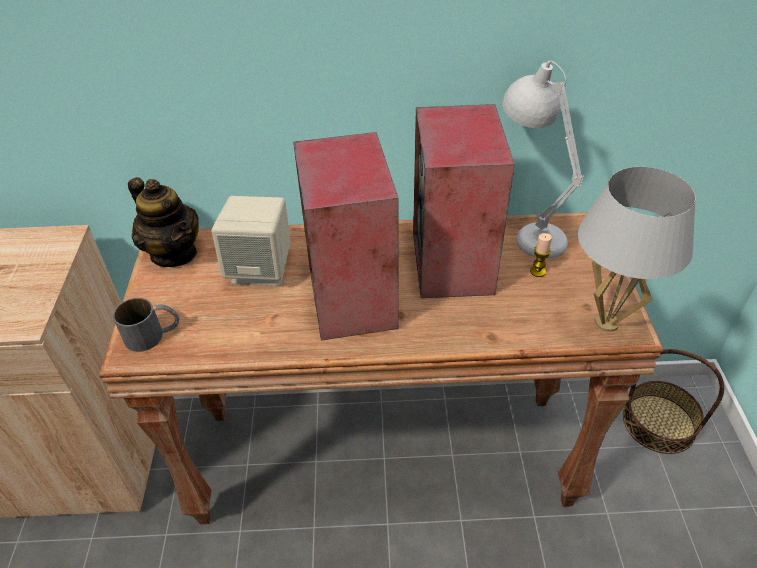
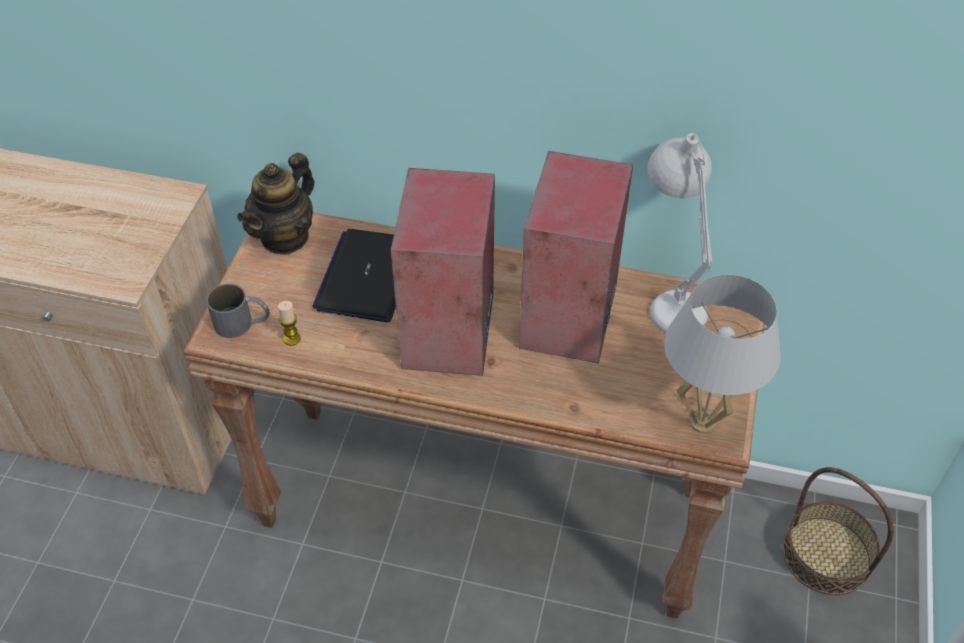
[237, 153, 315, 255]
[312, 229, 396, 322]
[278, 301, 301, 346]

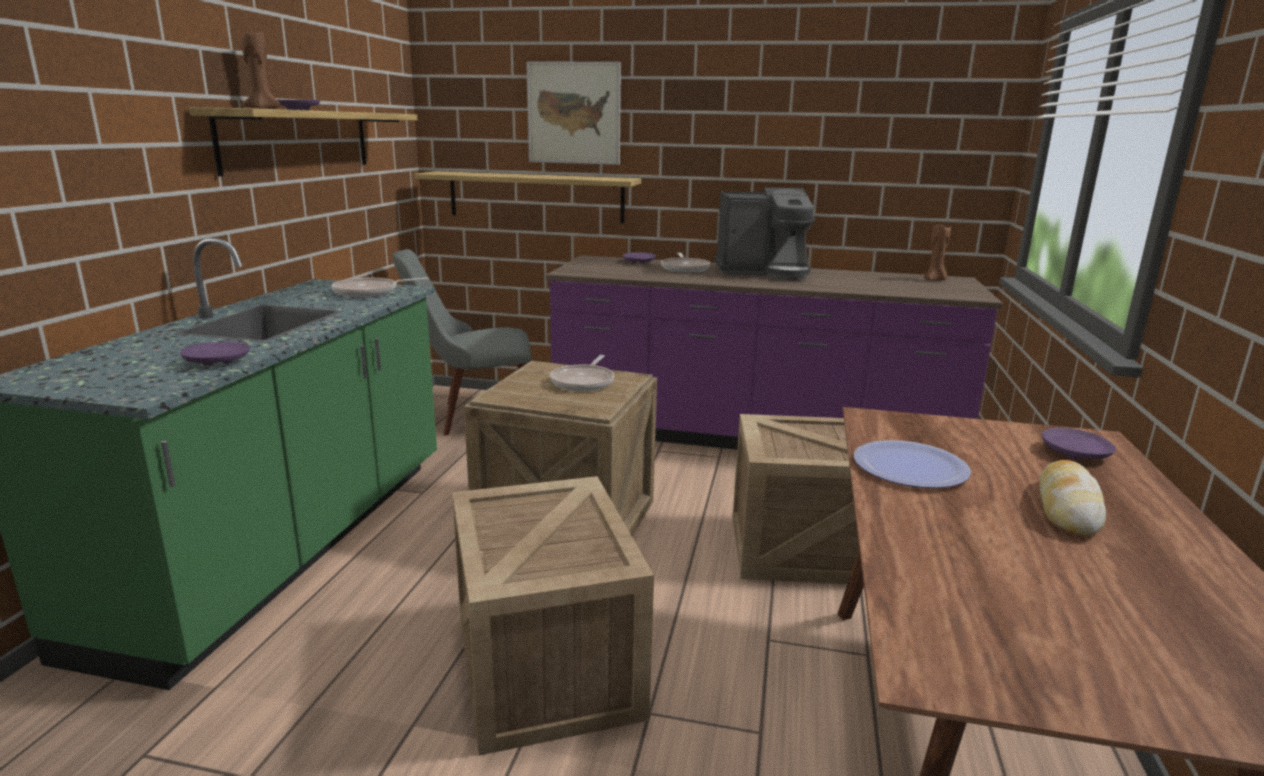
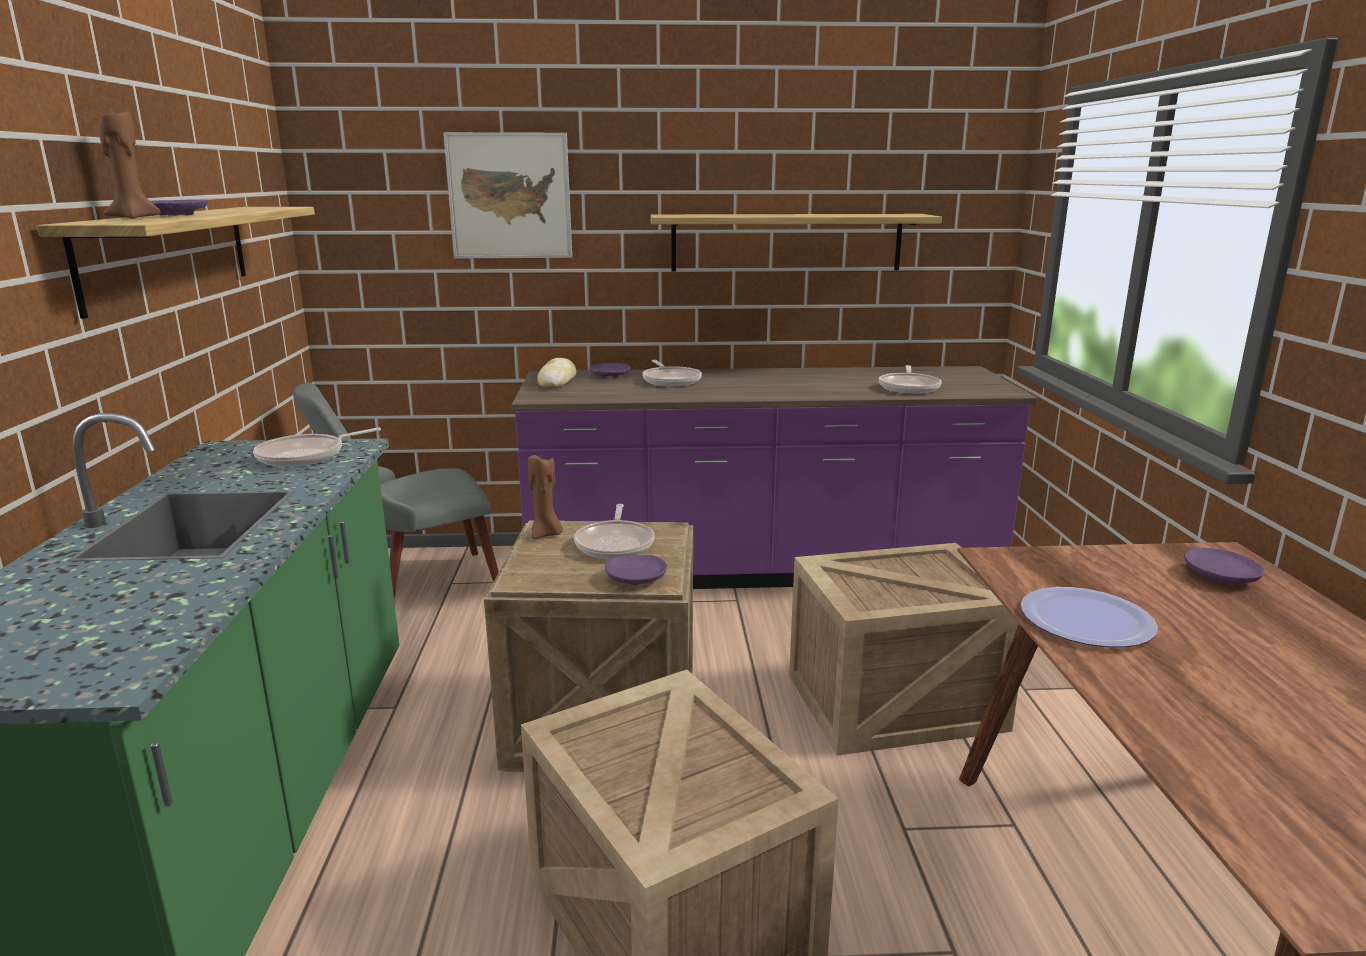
[605, 554, 667, 585]
[650, 214, 942, 271]
[714, 188, 815, 280] (first image)
[528, 454, 563, 539]
[537, 358, 577, 388]
[879, 365, 942, 394]

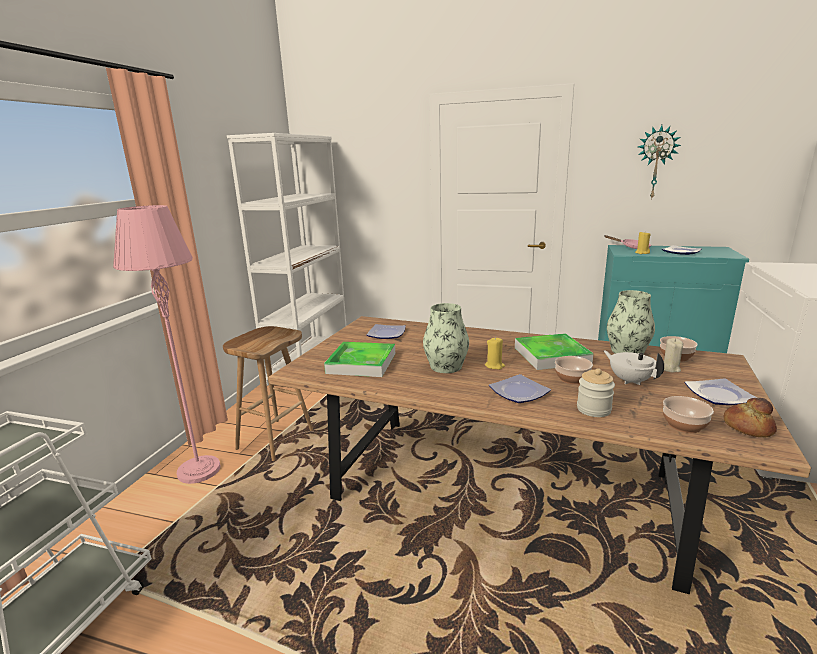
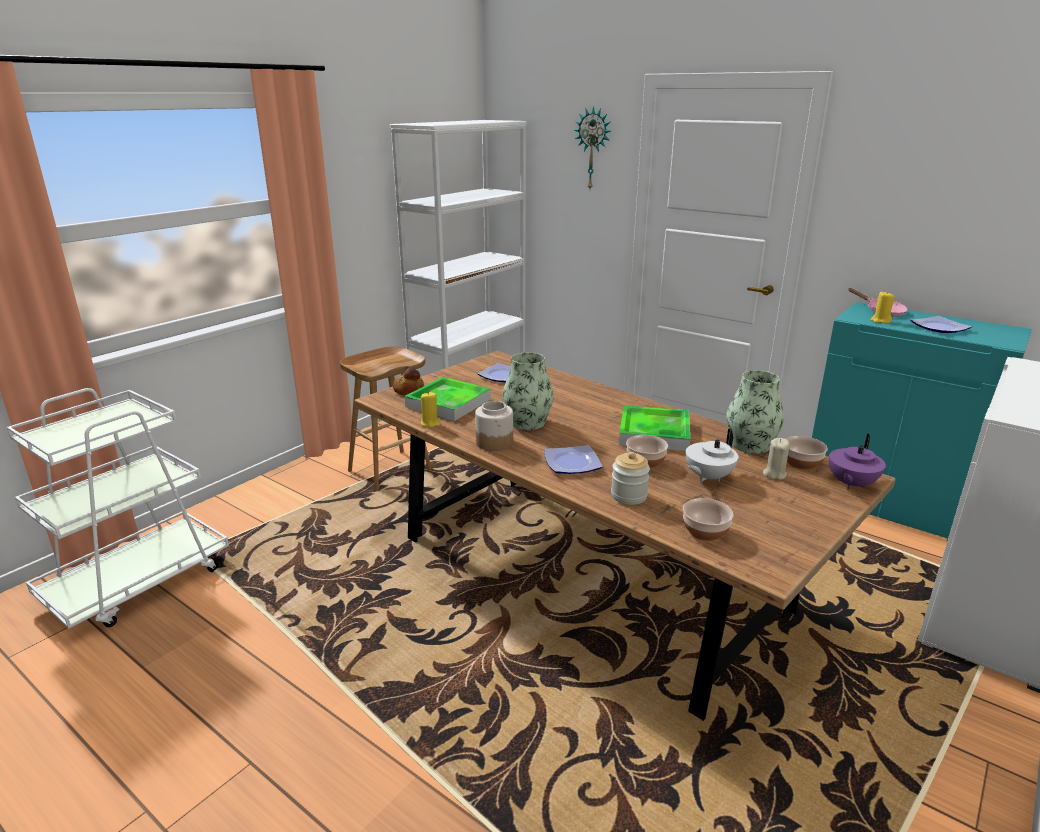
[113, 205, 220, 484] (first image)
[421, 392, 440, 428]
[686, 429, 738, 482]
[575, 106, 611, 189]
[684, 378, 757, 405] (first image)
[393, 368, 424, 396]
[475, 401, 513, 451]
[829, 434, 886, 490]

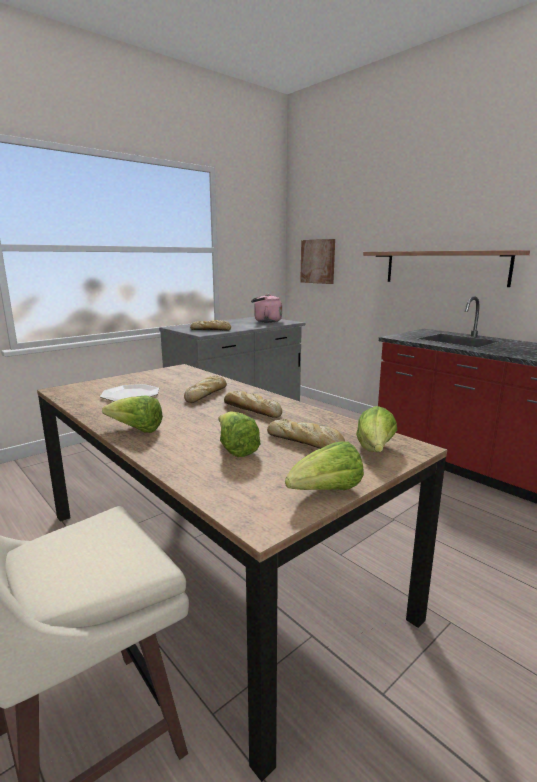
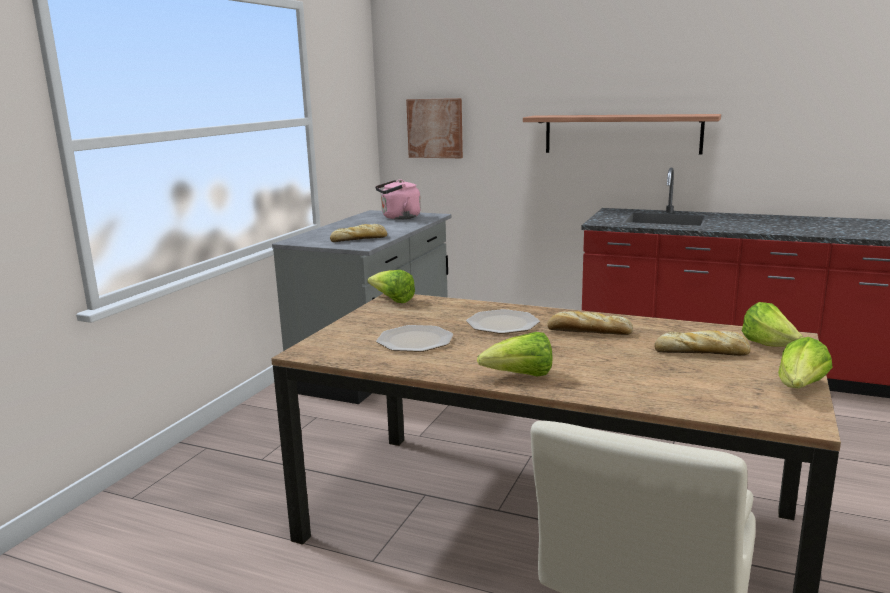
[466, 309, 540, 334]
[367, 270, 415, 303]

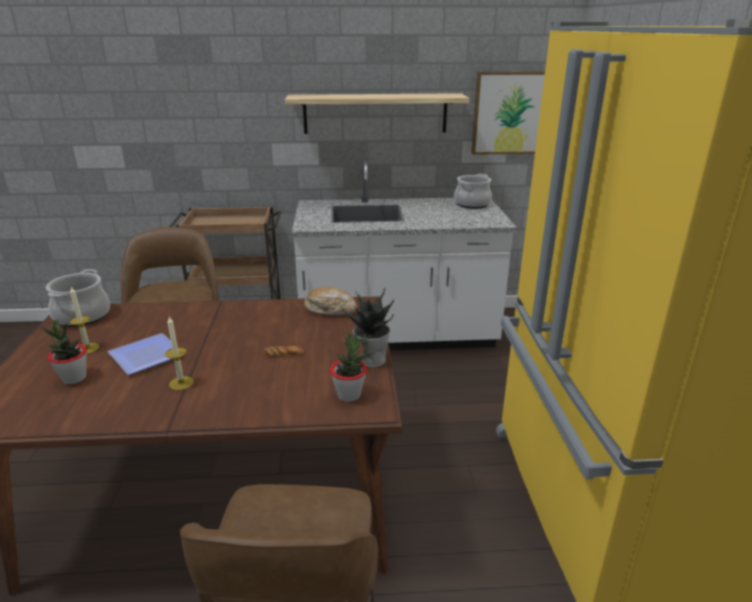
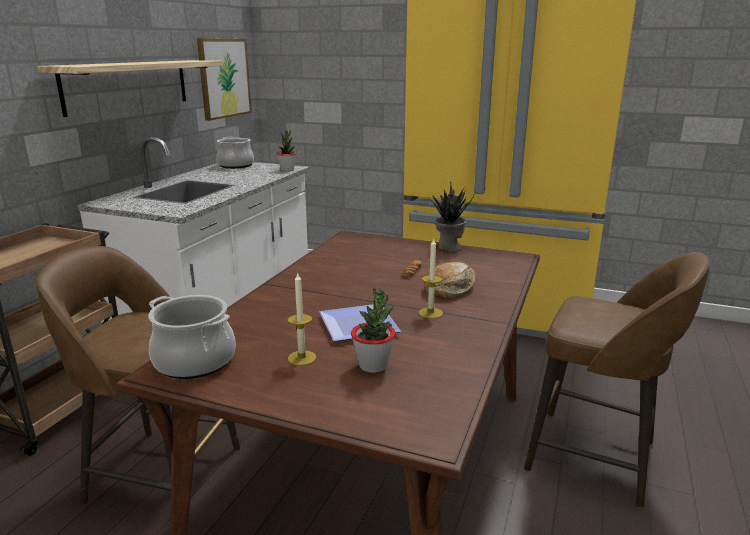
[424, 262, 476, 299]
[276, 130, 297, 171]

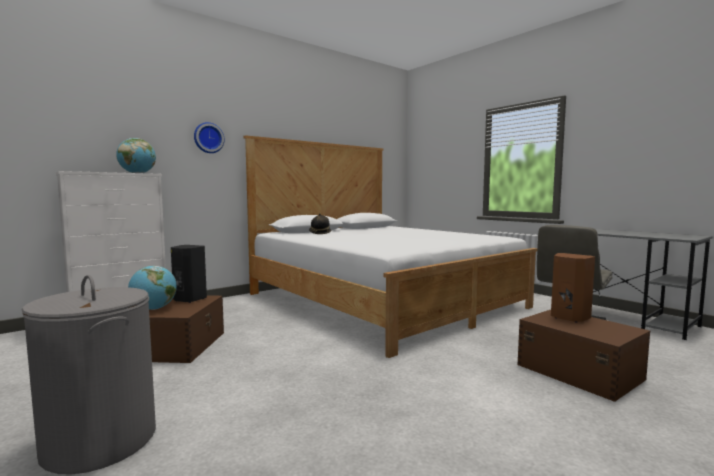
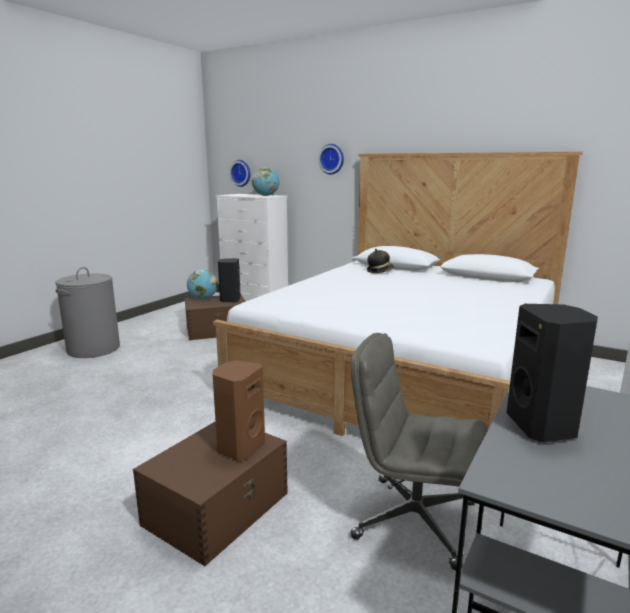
[229, 160, 250, 187]
[506, 304, 598, 443]

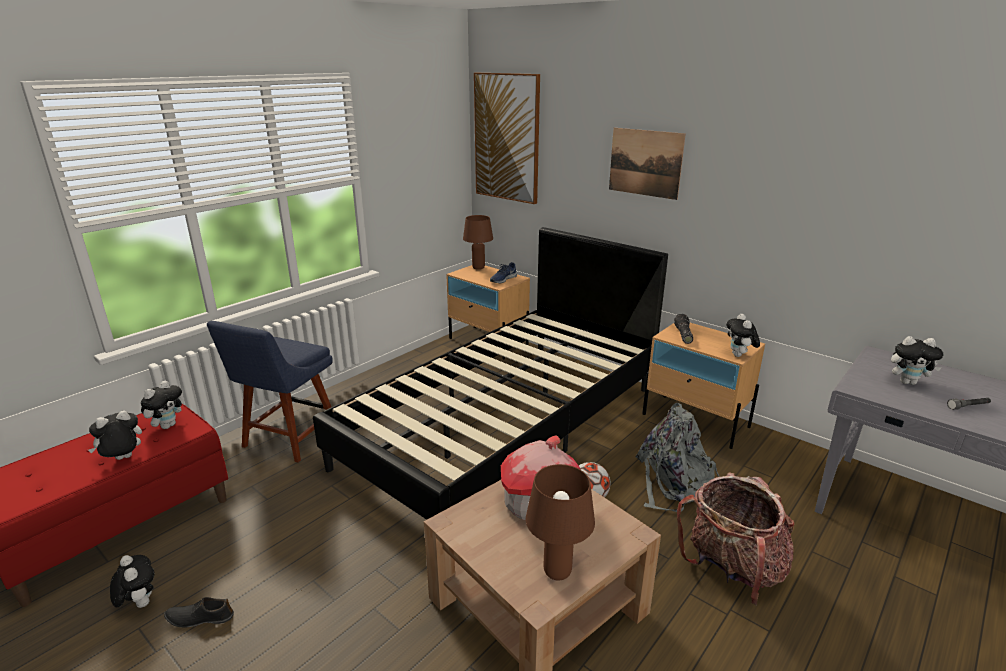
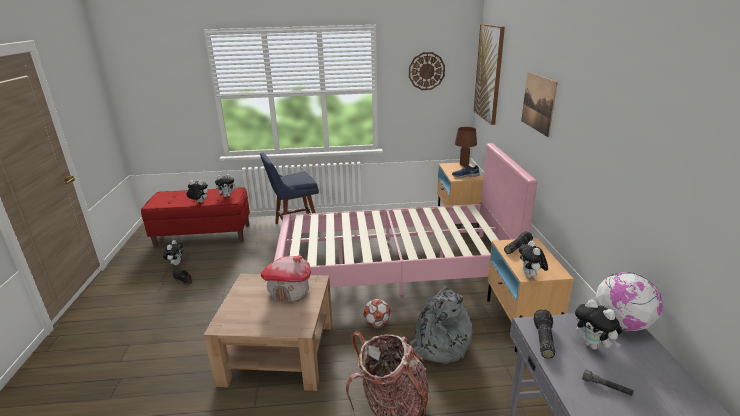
[274, 143, 537, 295]
[526, 464, 595, 580] (first image)
[519, 241, 548, 278]
[409, 52, 445, 90]
[533, 309, 555, 359]
[596, 272, 663, 331]

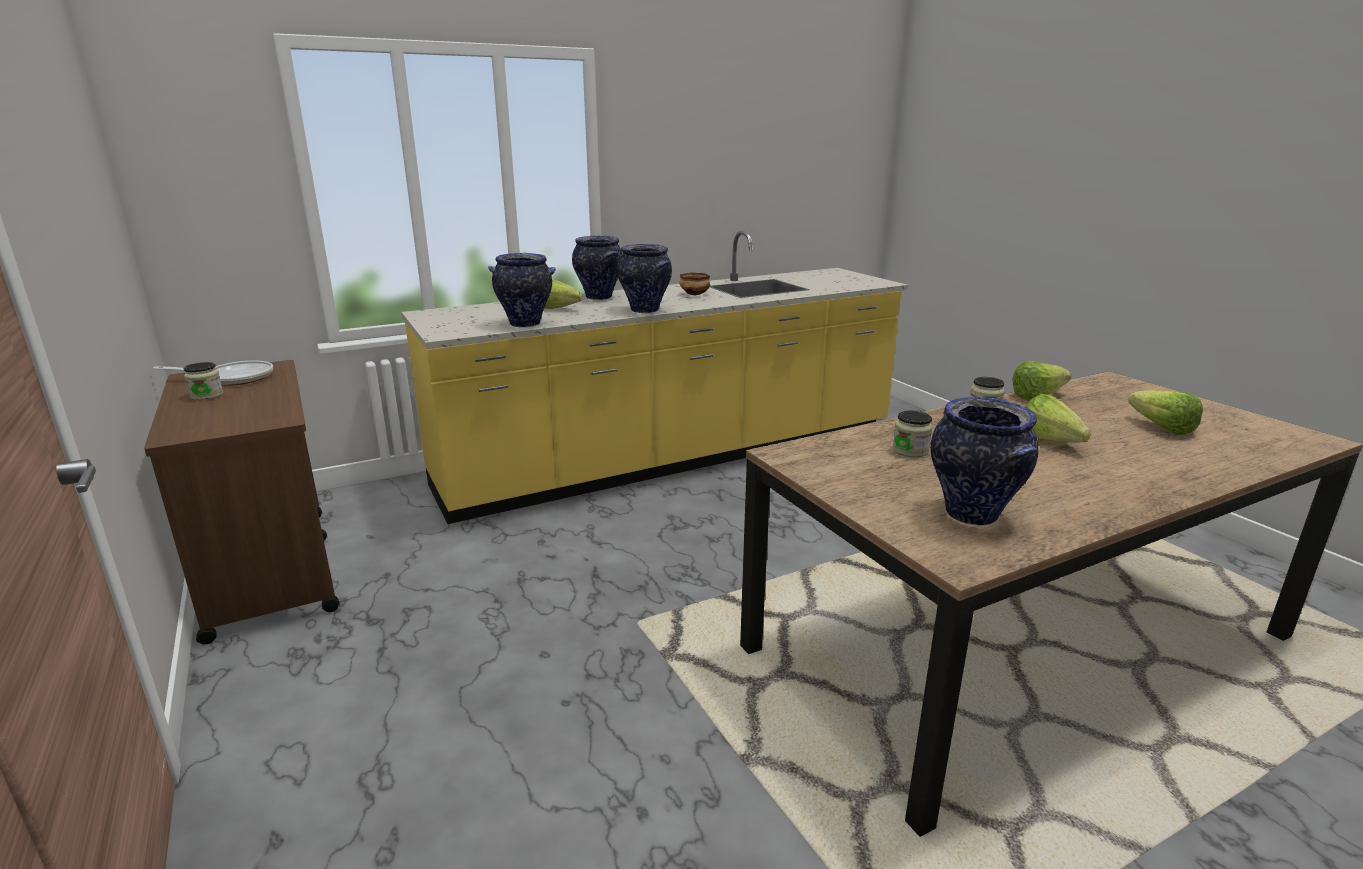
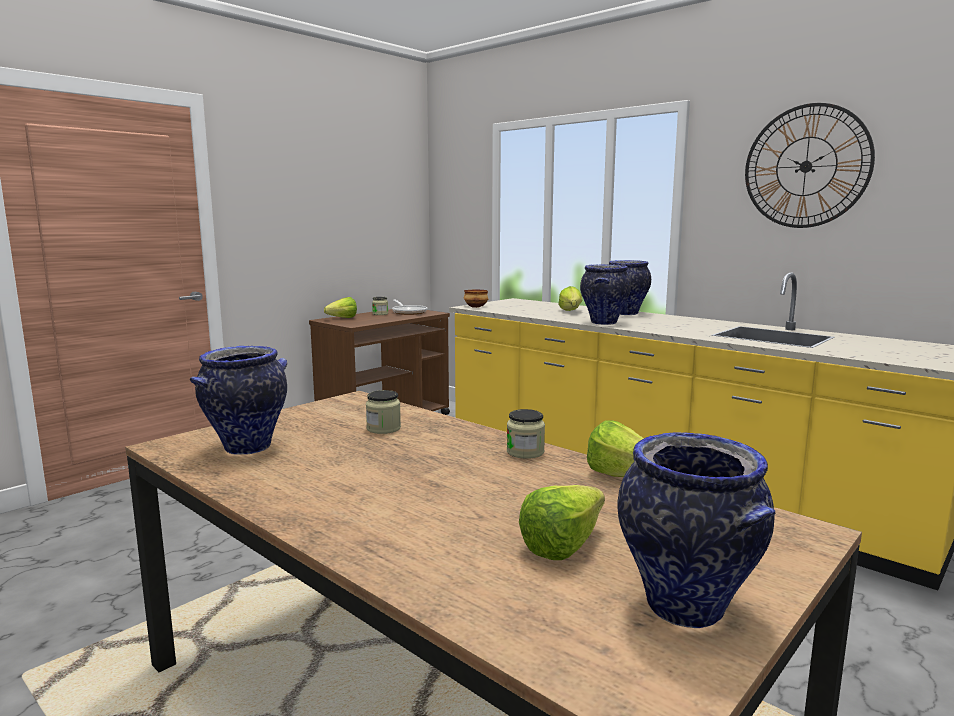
[618, 432, 776, 628]
[464, 289, 488, 308]
[324, 297, 357, 318]
[745, 103, 875, 228]

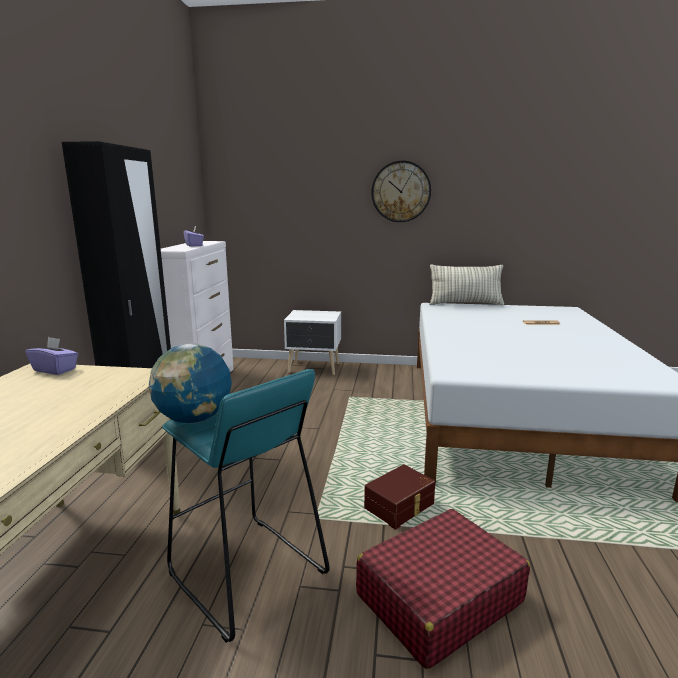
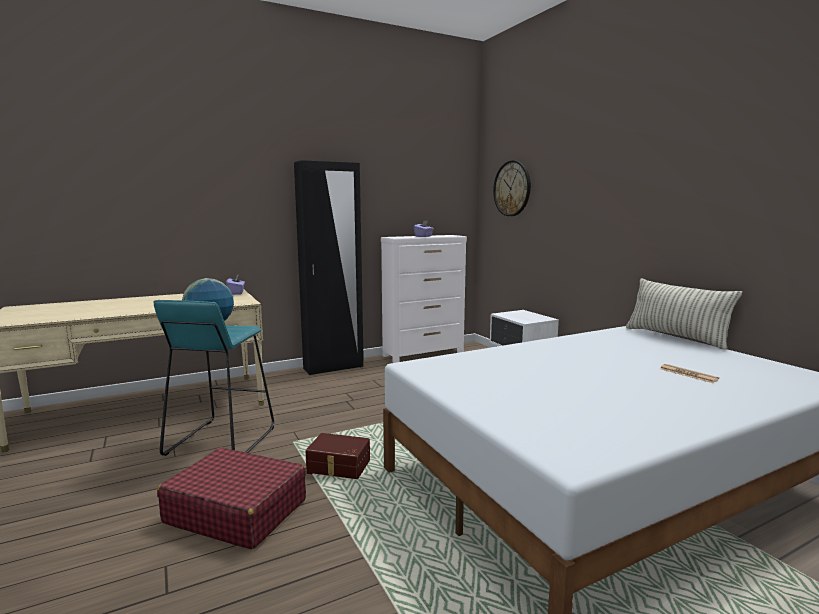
[493, 161, 531, 216]

